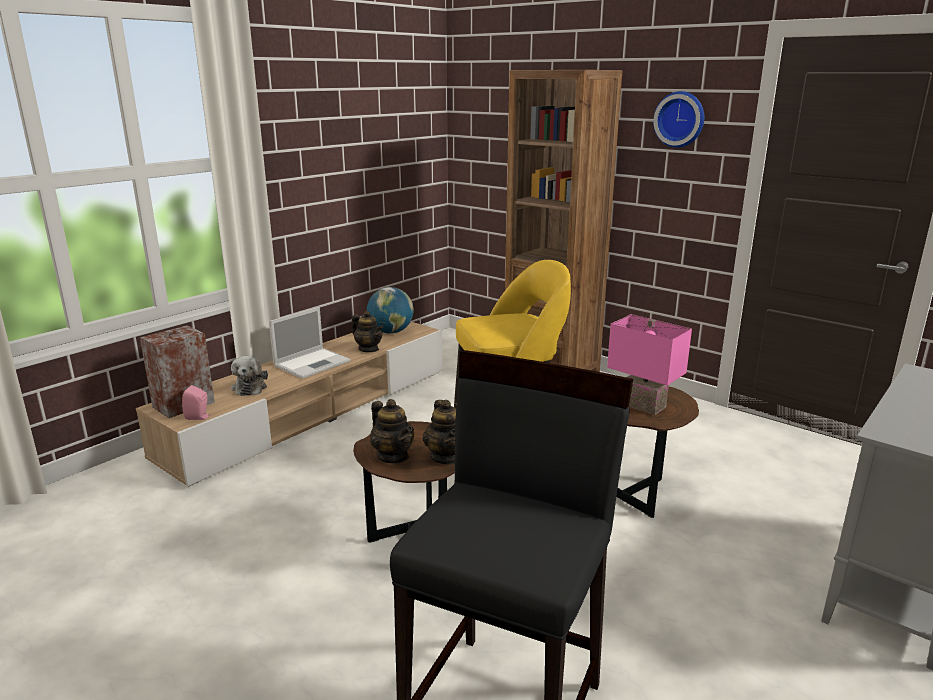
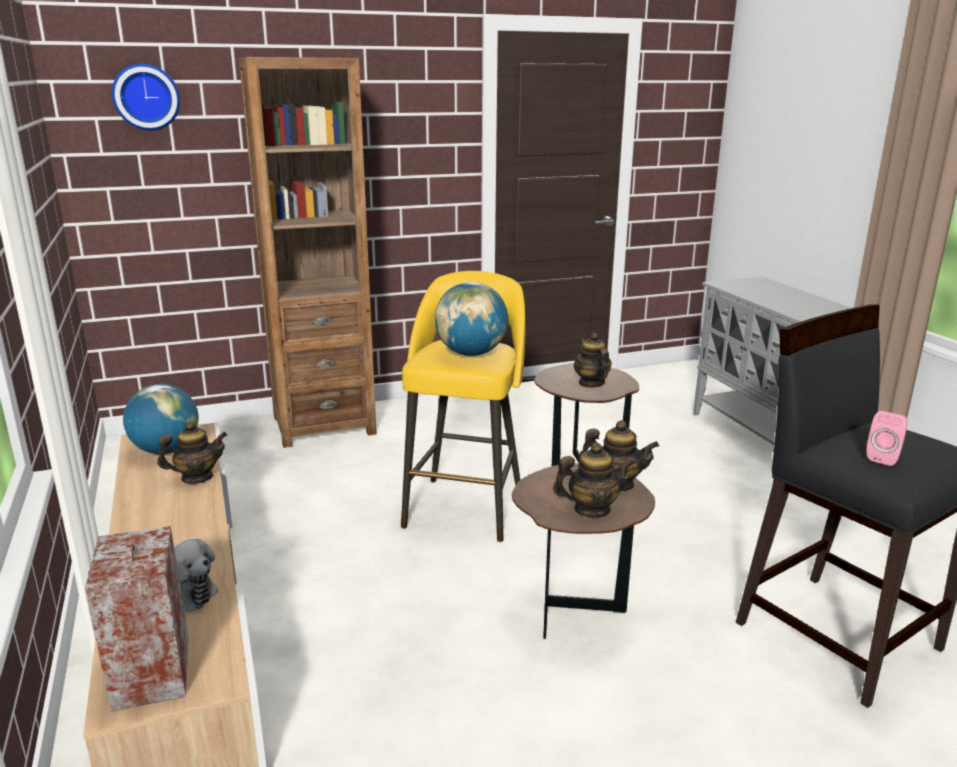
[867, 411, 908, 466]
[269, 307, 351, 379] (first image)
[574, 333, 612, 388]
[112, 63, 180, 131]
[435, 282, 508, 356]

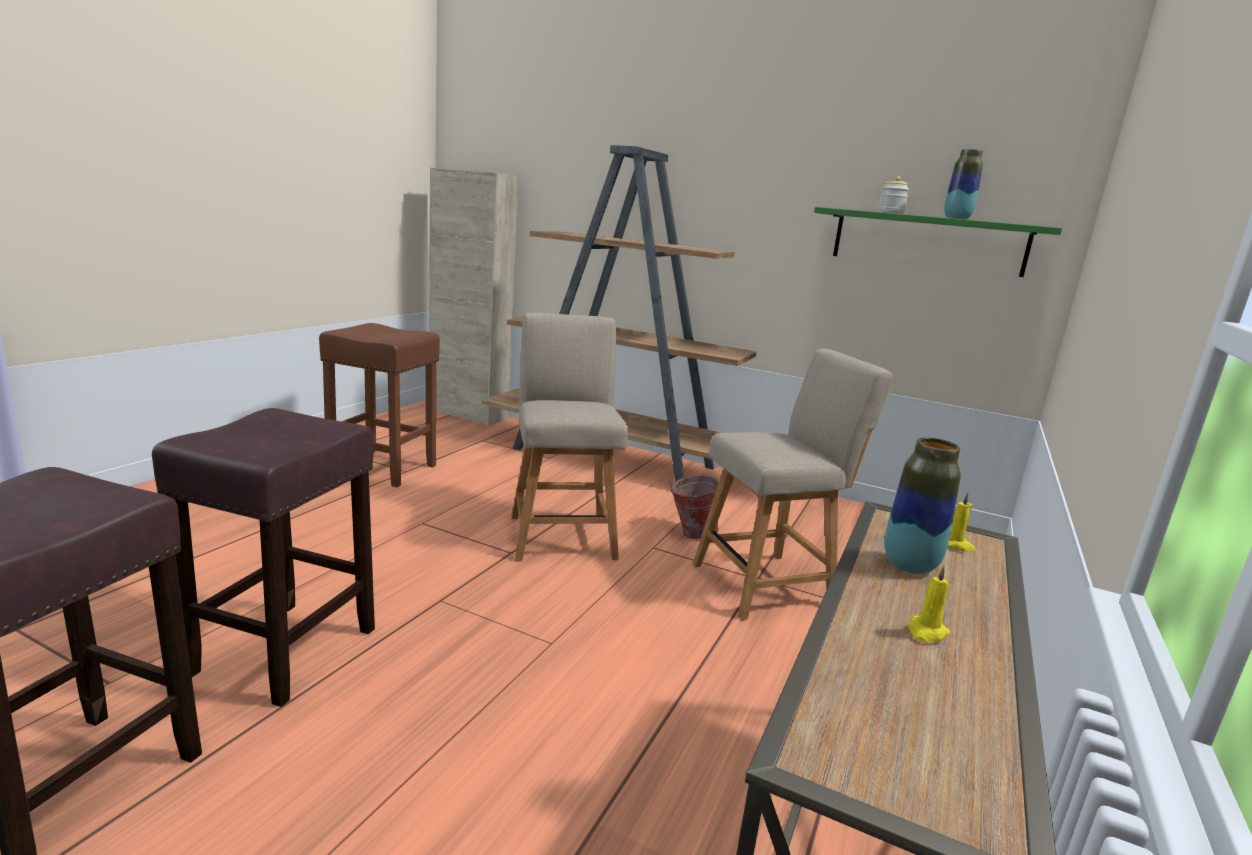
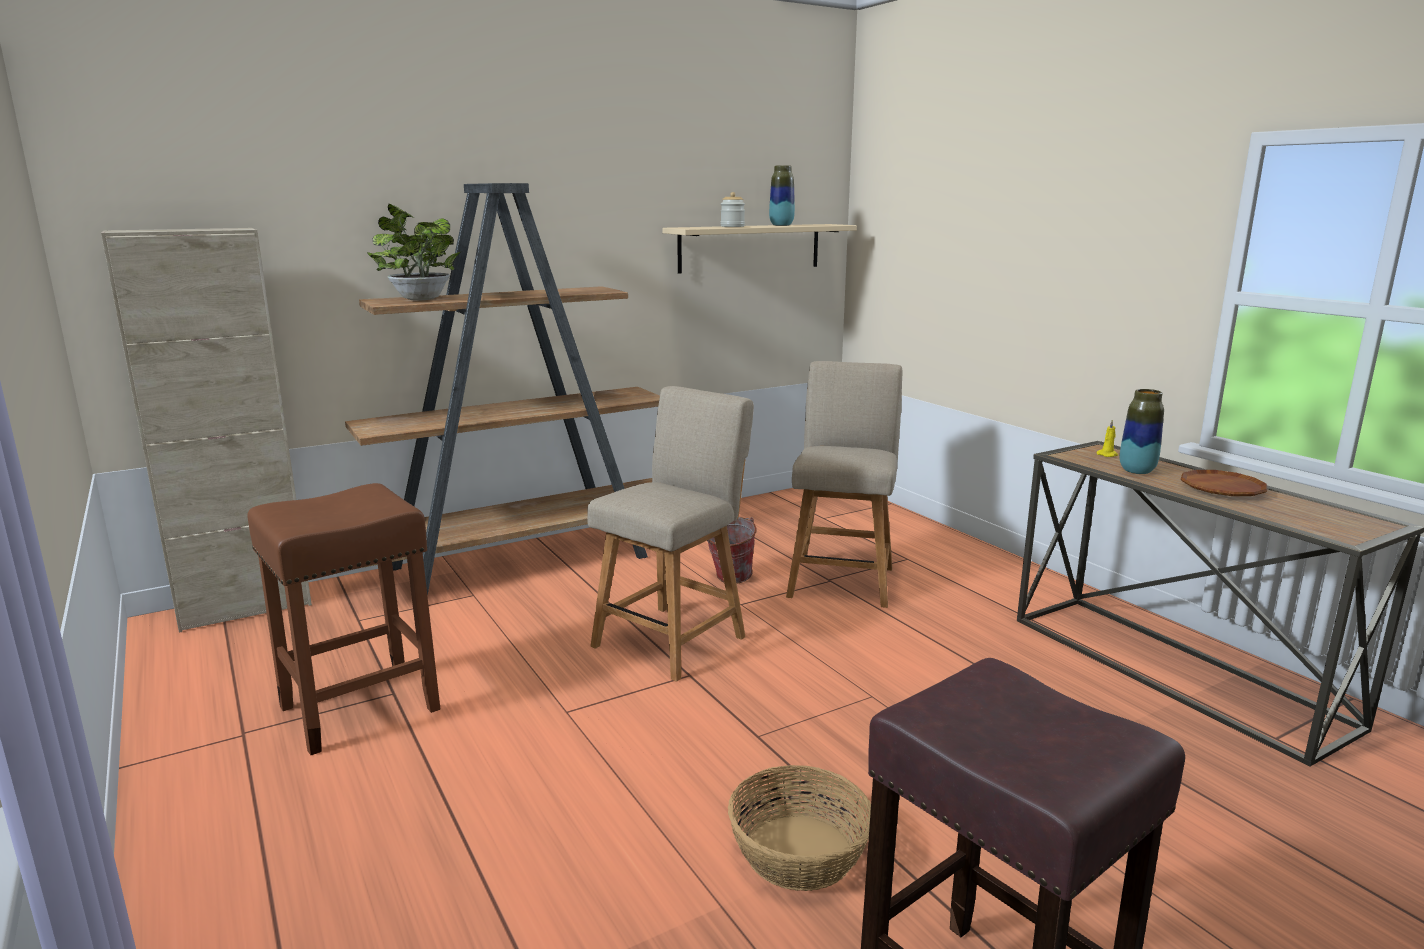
[728, 765, 871, 891]
[587, 386, 754, 682]
[662, 224, 857, 274]
[1181, 470, 1267, 496]
[367, 204, 462, 300]

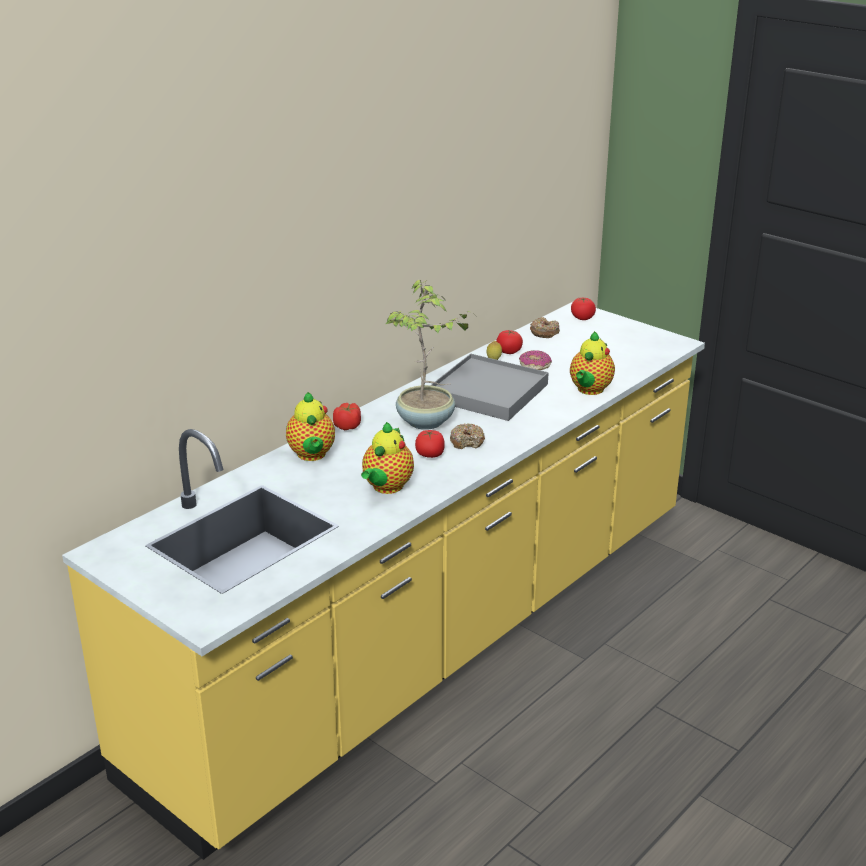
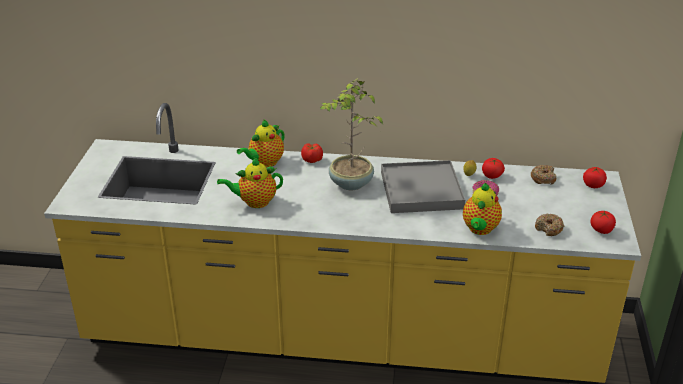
[590, 210, 616, 234]
[535, 214, 564, 236]
[463, 183, 502, 235]

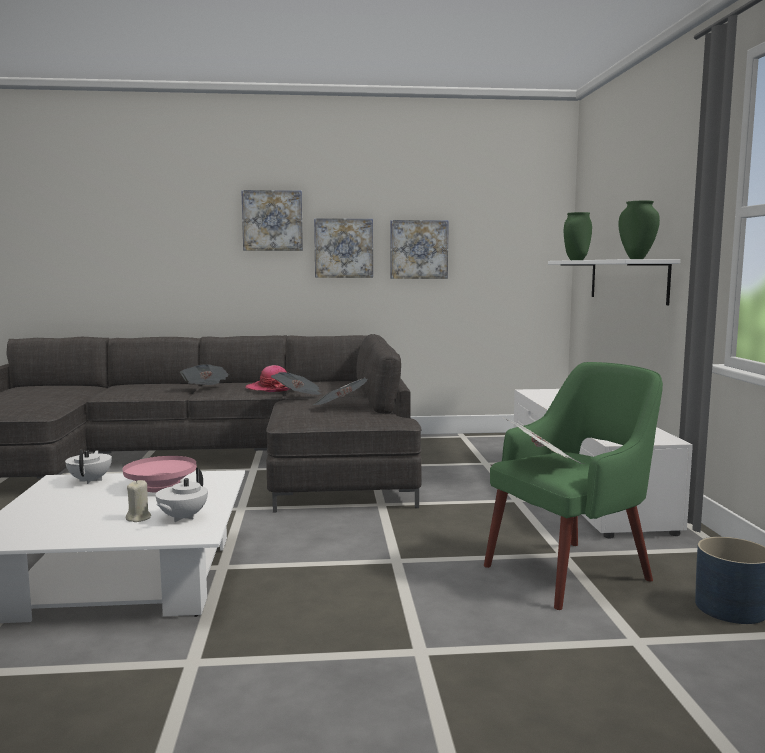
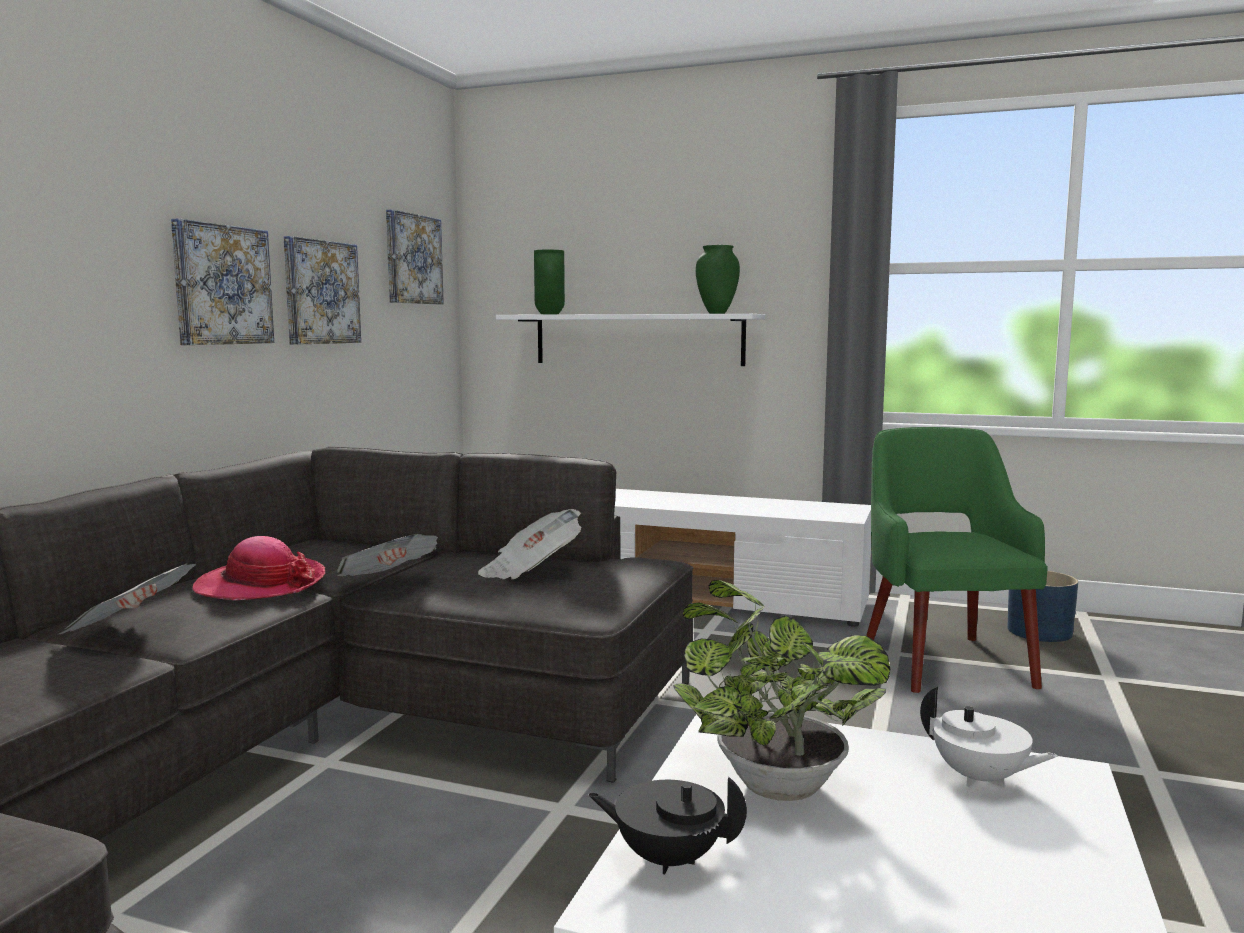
[588, 777, 747, 874]
[673, 580, 890, 801]
[126, 480, 151, 522] (first image)
[386, 209, 444, 304]
[504, 418, 583, 464] (first image)

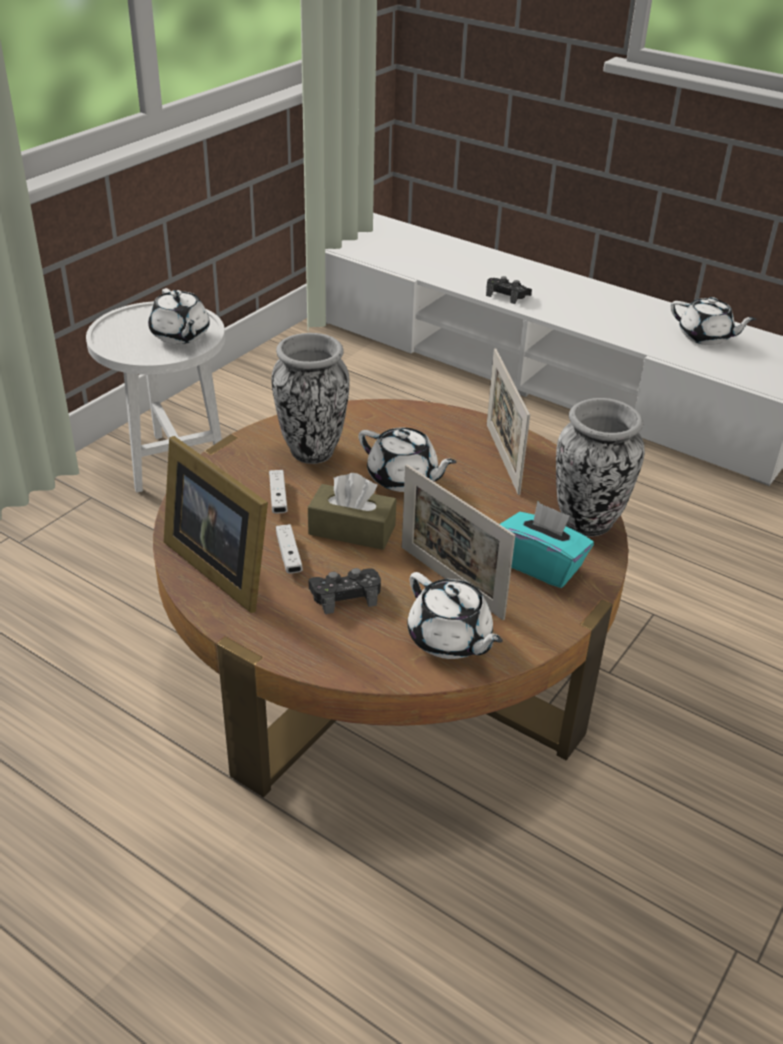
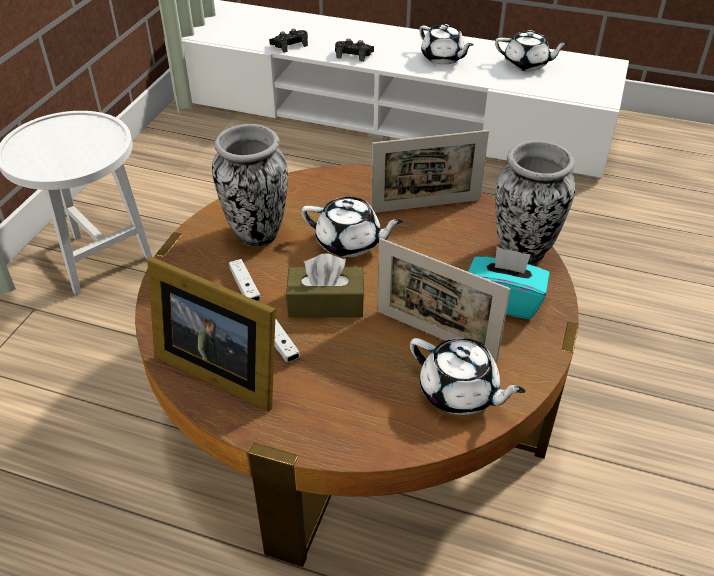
[419, 24, 474, 65]
[269, 29, 308, 53]
[371, 130, 489, 213]

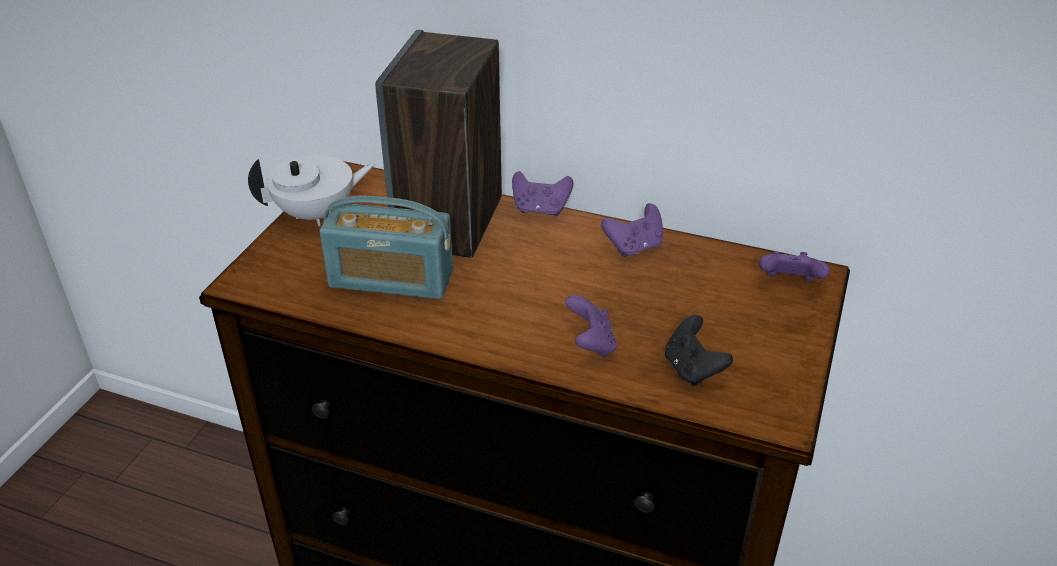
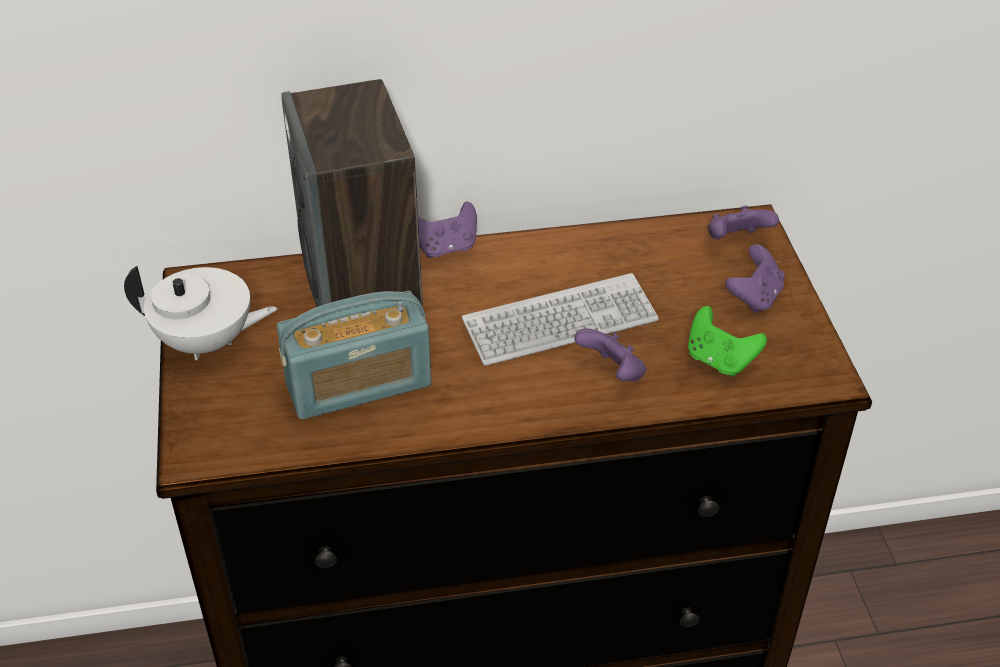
[124, 266, 277, 360]
[725, 244, 785, 313]
[688, 306, 767, 377]
[462, 273, 659, 366]

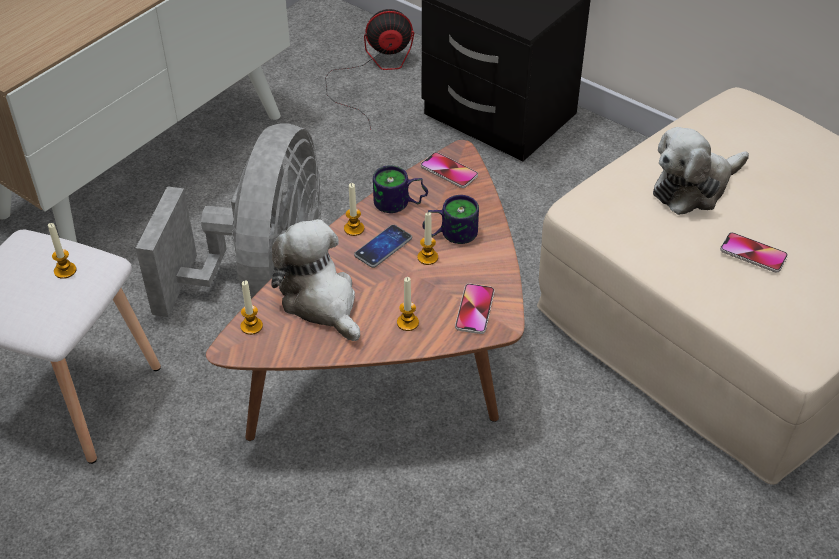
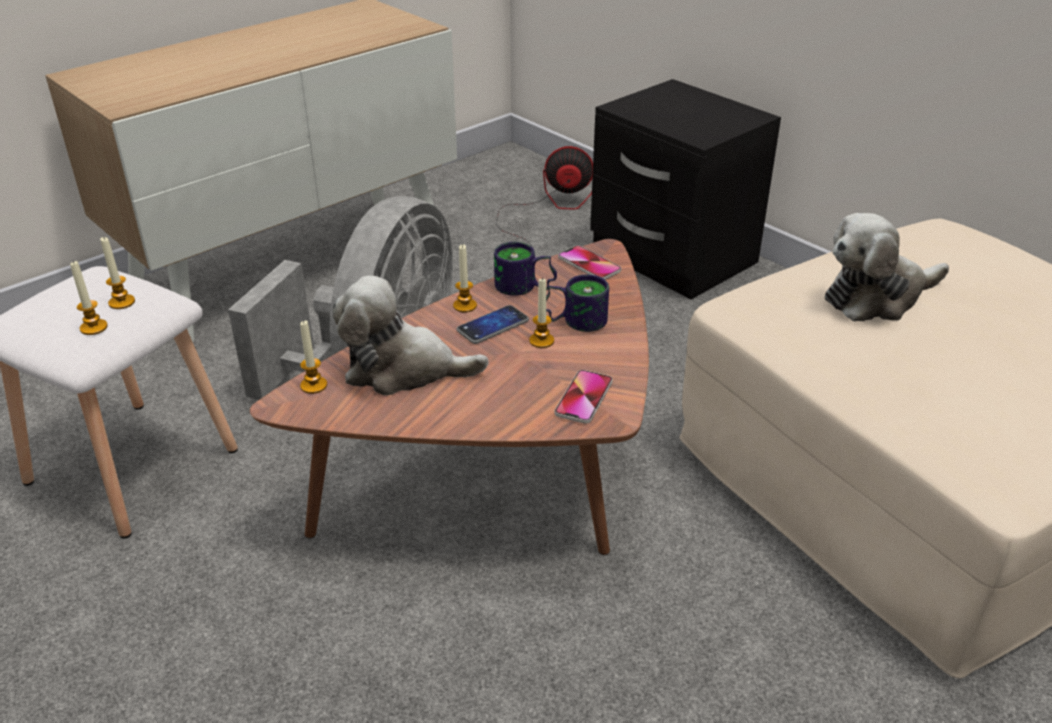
[332, 276, 489, 396]
[70, 261, 108, 335]
[720, 232, 788, 272] (first image)

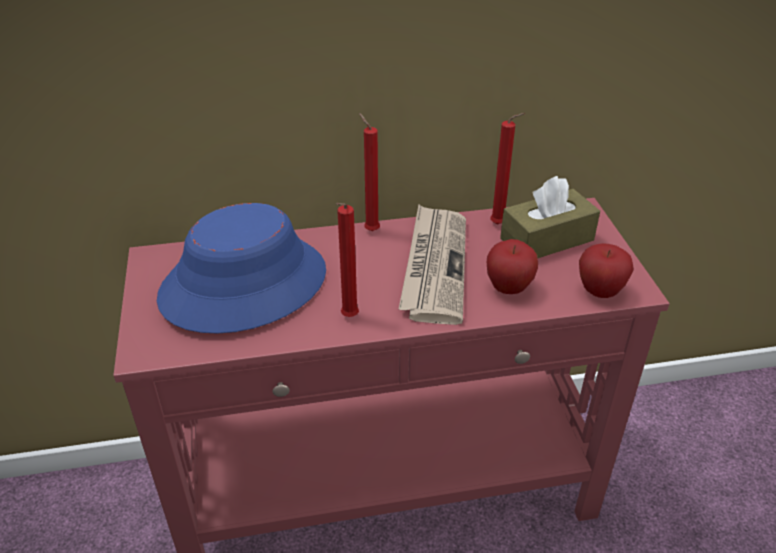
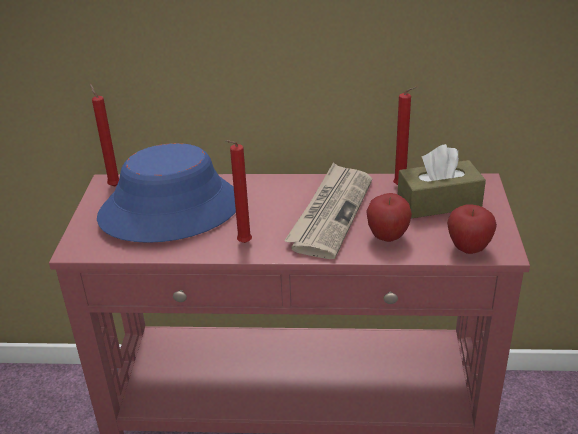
[90, 84, 119, 187]

